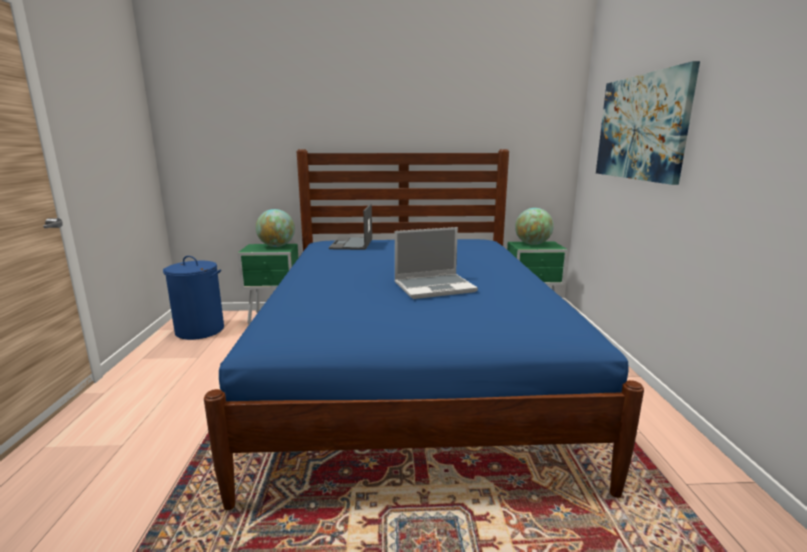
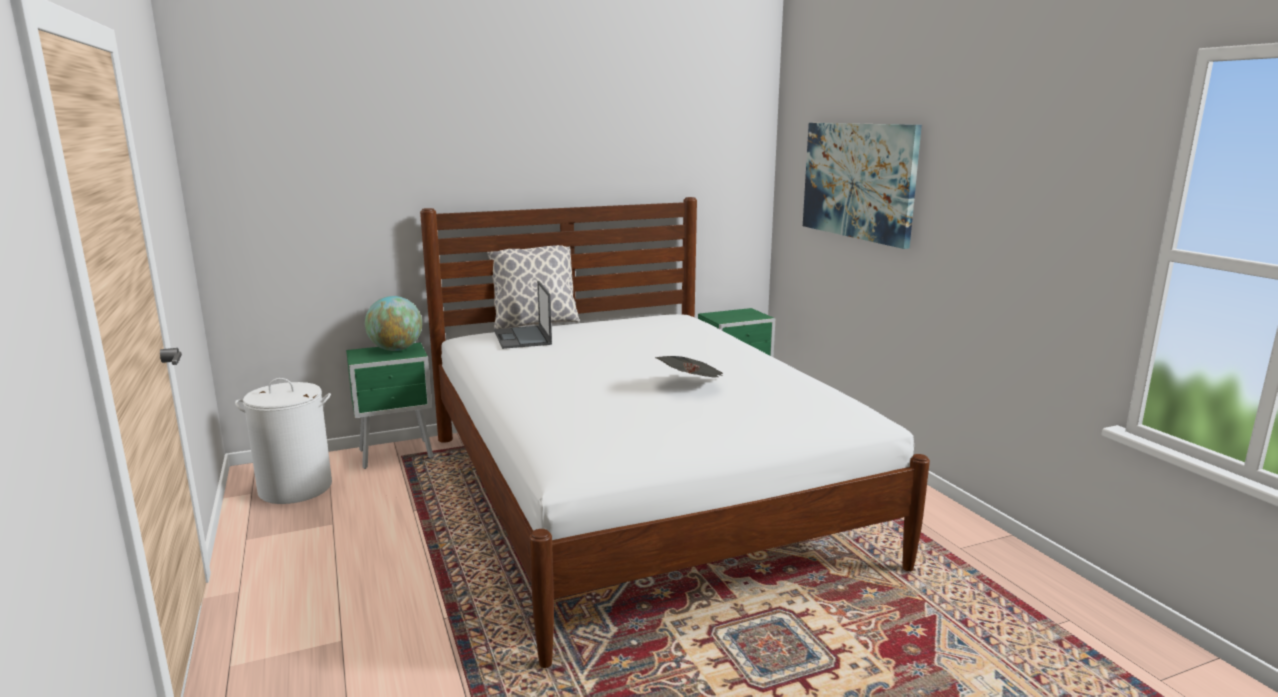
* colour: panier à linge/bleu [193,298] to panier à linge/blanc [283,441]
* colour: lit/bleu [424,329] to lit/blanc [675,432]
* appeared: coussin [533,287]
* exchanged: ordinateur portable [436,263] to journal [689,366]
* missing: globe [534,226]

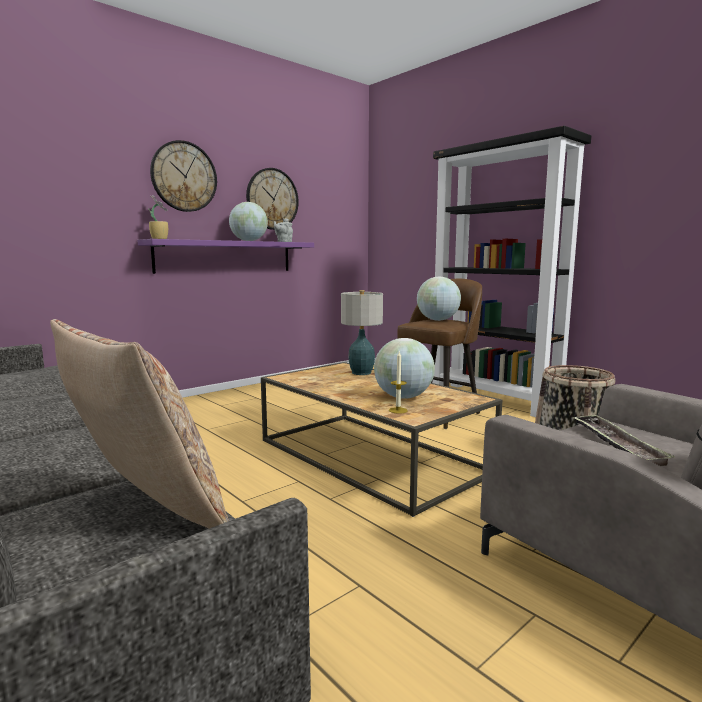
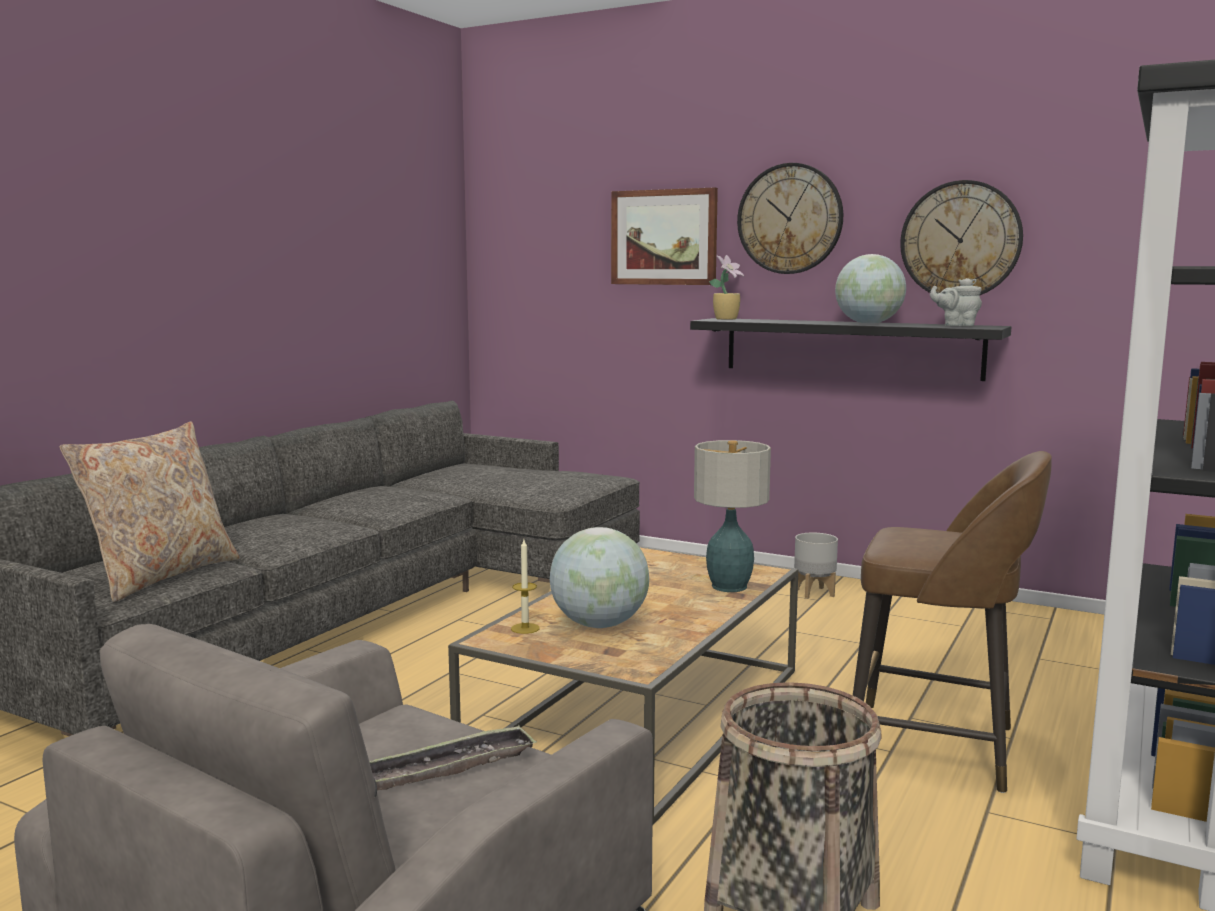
* appeared: tableau [664,236]
* colour: étagère/violet [226,256] to étagère/noir [850,349]
* appeared: cache-pot/gris [816,566]
* missing: globe [439,299]

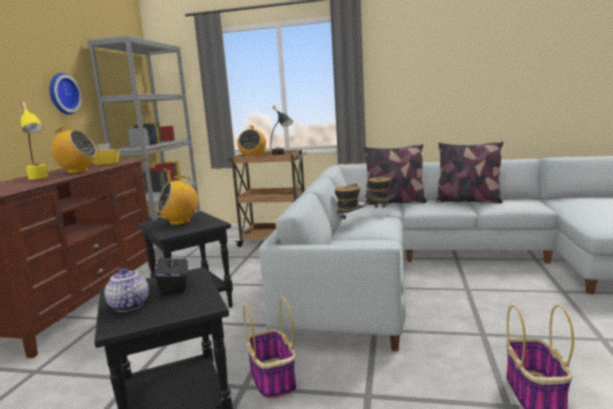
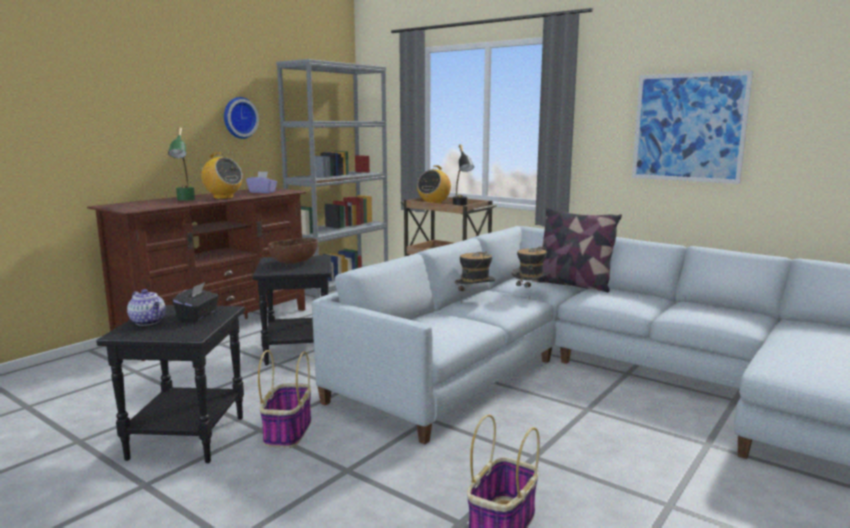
* spun: théière [126,290] = [146,307] 135 degrees clockwise
* colour: lampe de table/jaune [34,140] to lampe de table/vert [181,164]
* colour: boîte à mouchoirs/jaune [106,154] to boîte à mouchoirs/violet [261,182]
* exchanged: radio [177,200] to bol/marron [293,251]
* appeared: tableau [692,127]
* missing: coussin [469,172]

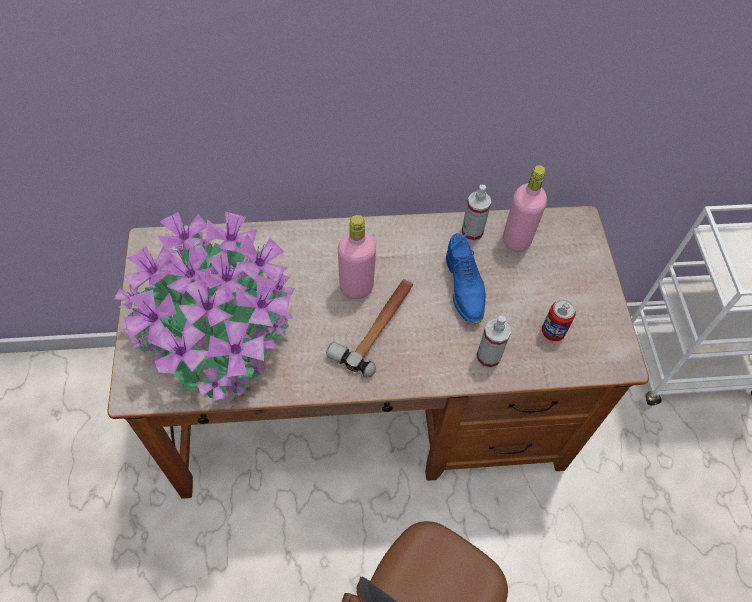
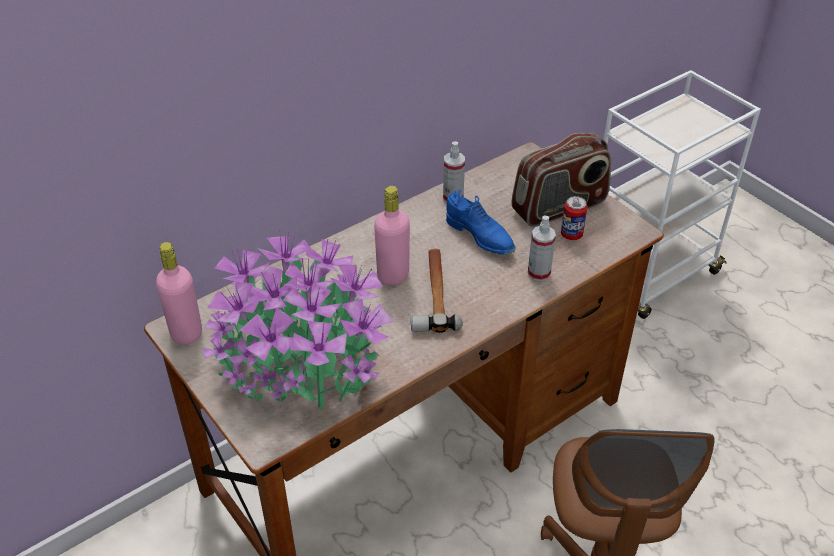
* relocated: bouteille/rose [525,208] to [179,293]
* appeared: radio [561,180]

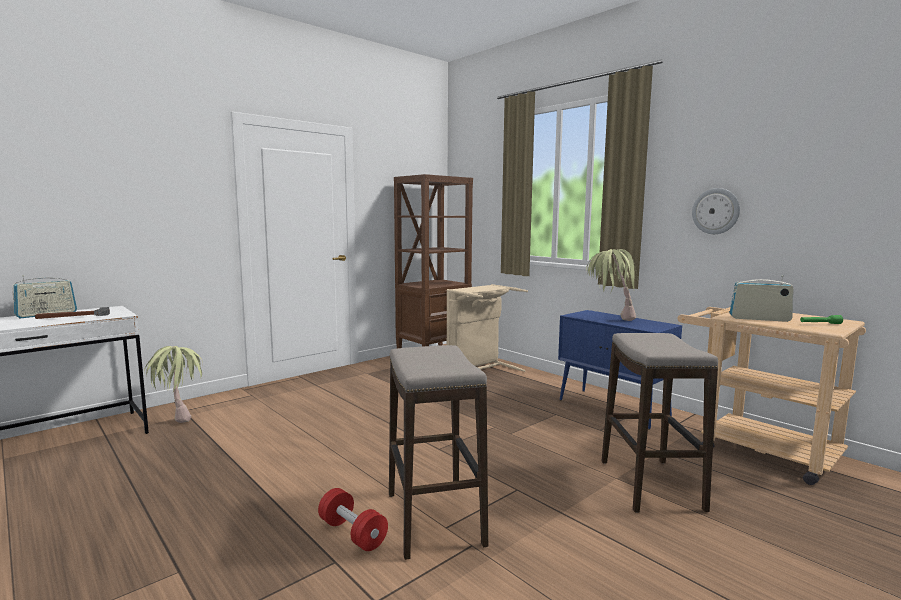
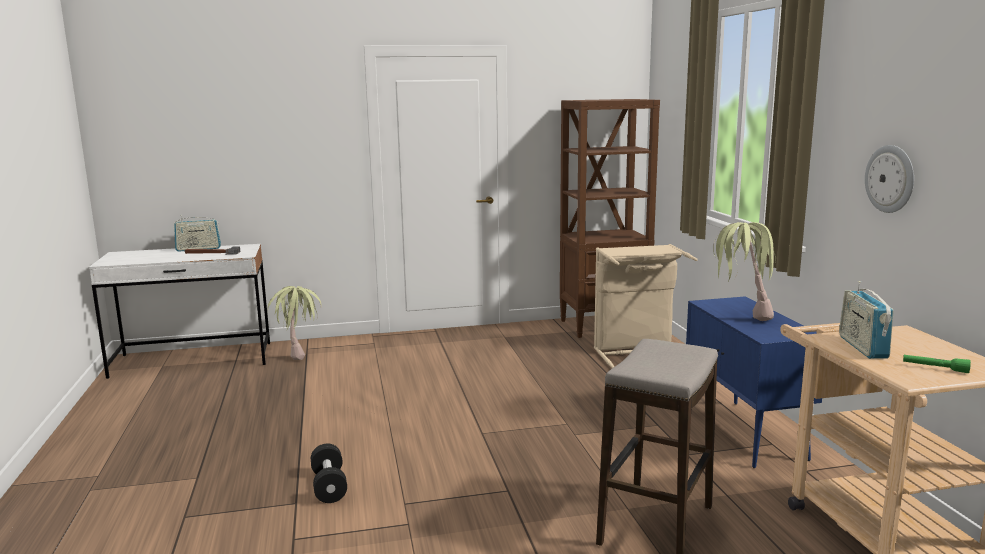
* colour: haltère/rouge [353,519] to haltère/noir [329,473]
* spun: radio [761,299] = [866,320] 135 degrees counterclockwise
* missing: tabouret [438,452]

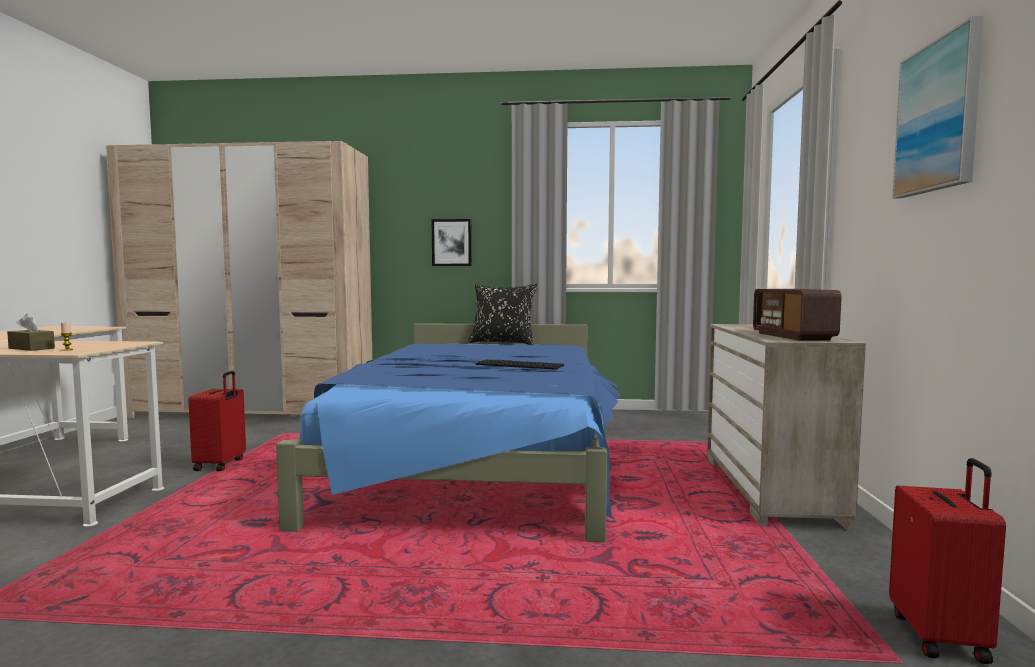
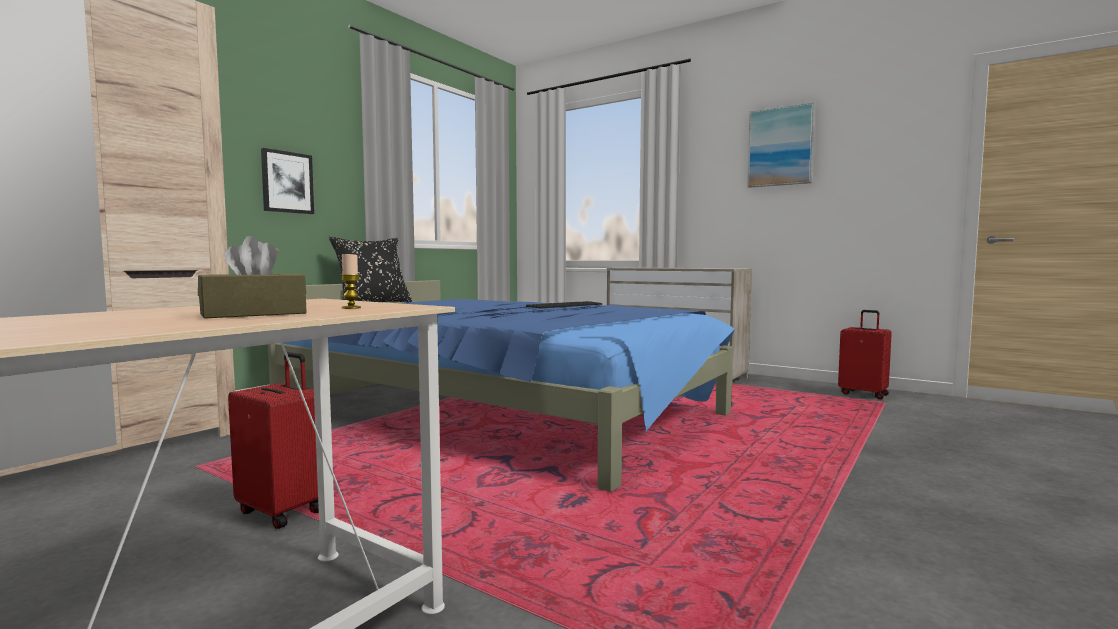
* missing: radio [797,314]

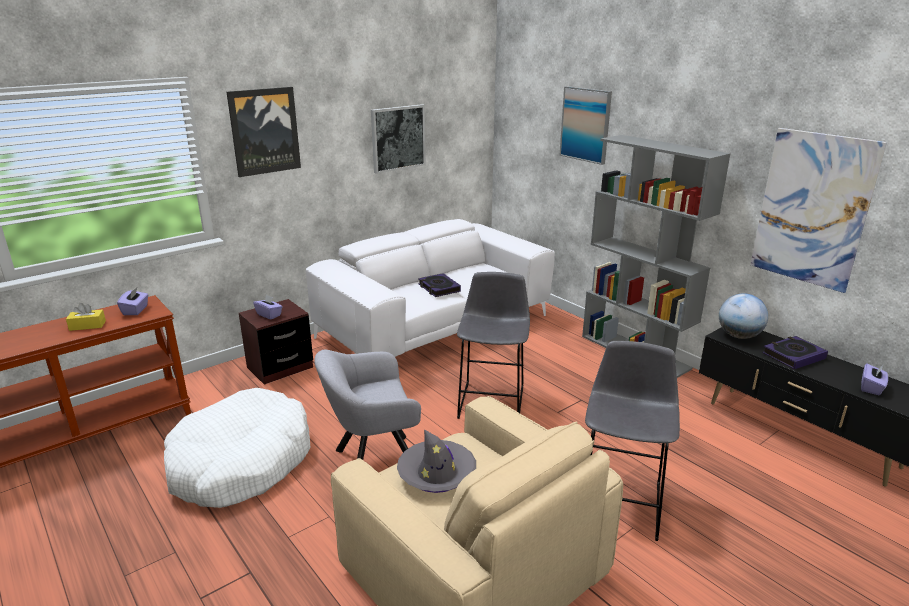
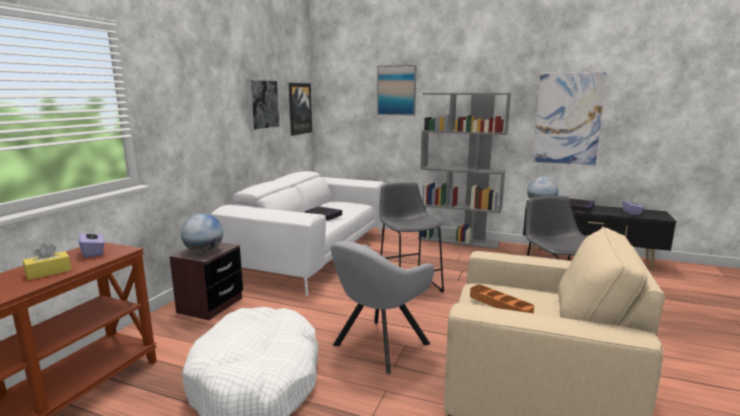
* exchanged: boîte à mouchoirs/violet [268,307] to globe [202,233]
* relocated: tableau [264,132] to [300,109]
* exchanged: chapeau/gris [436,461] to plateau/orange [502,299]

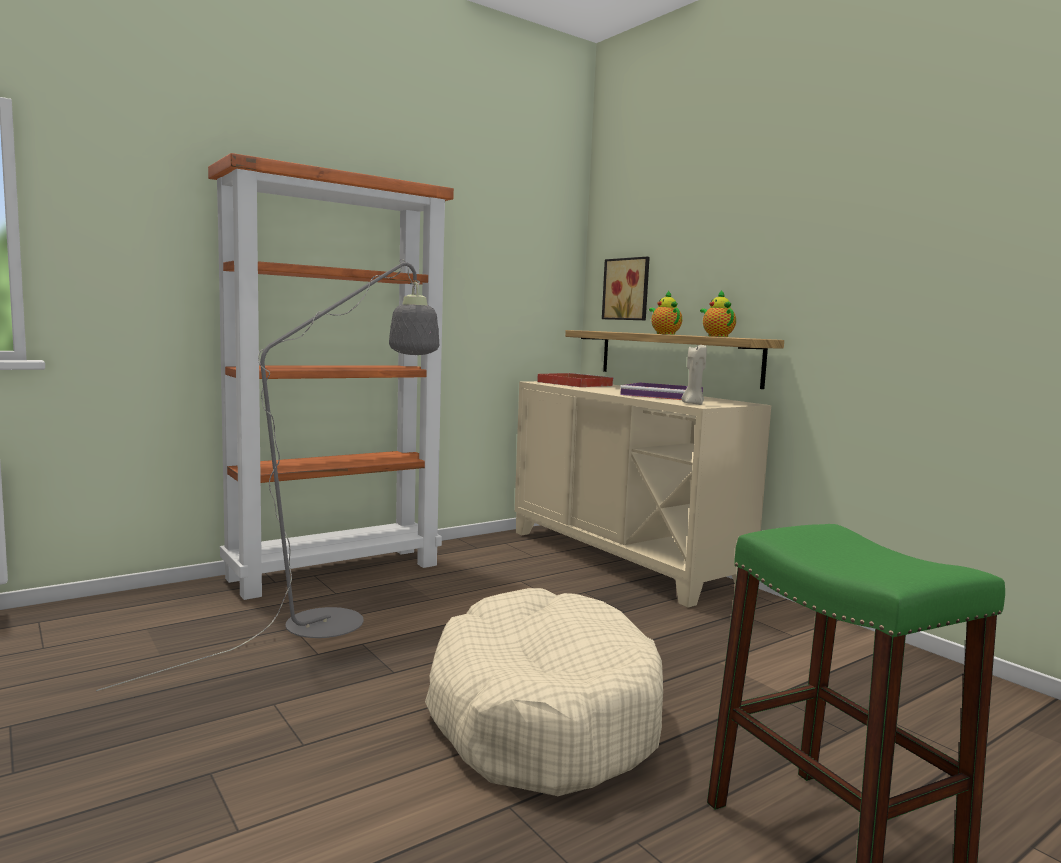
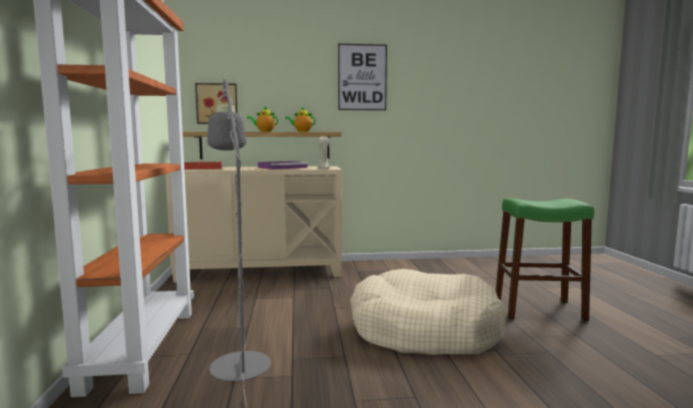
* appeared: tableau [362,77]

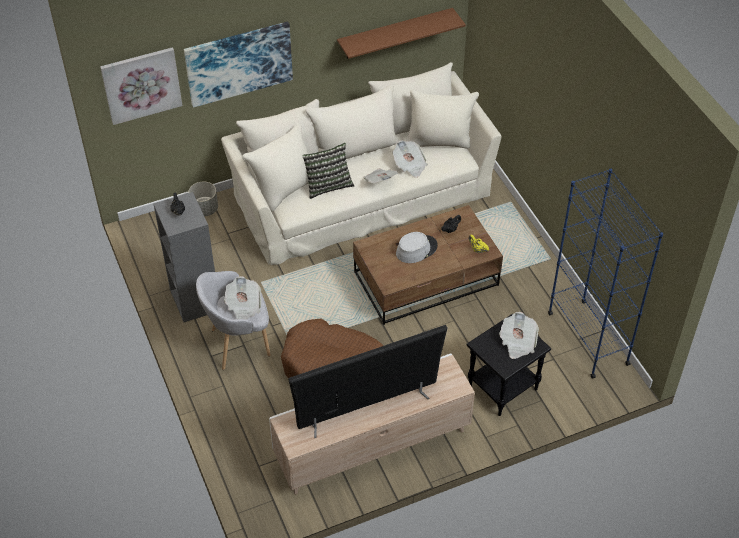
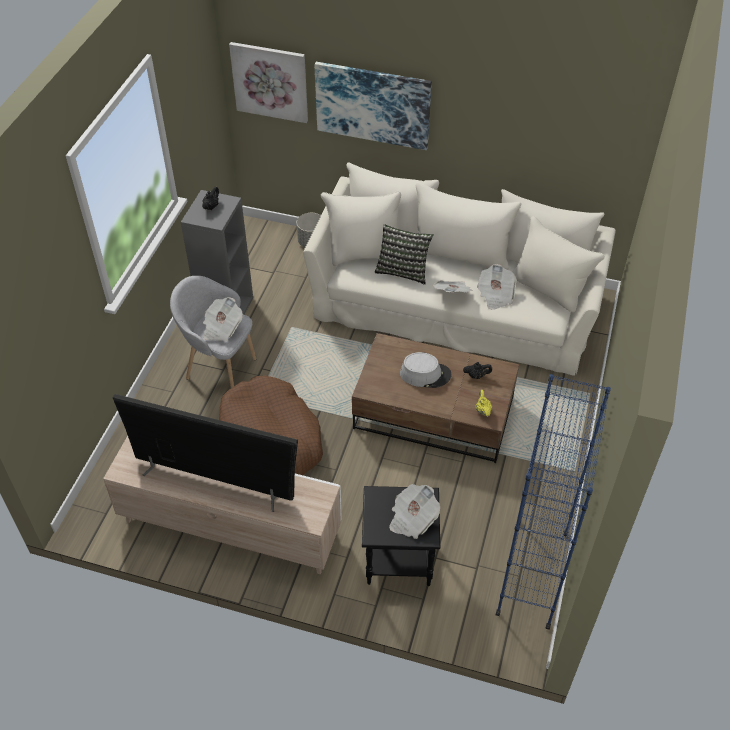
* missing: étagère/marron [401,33]

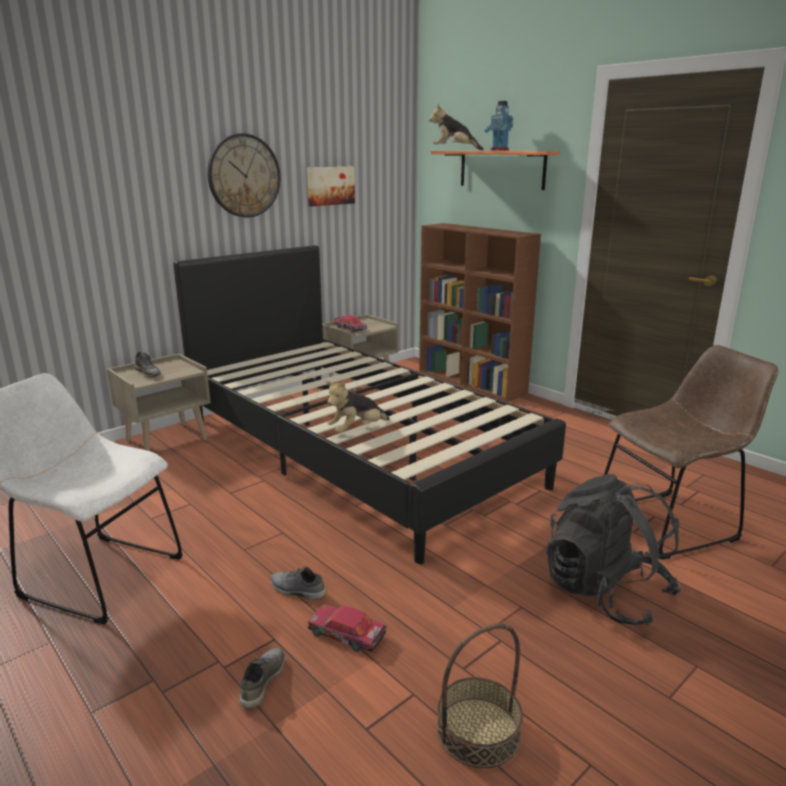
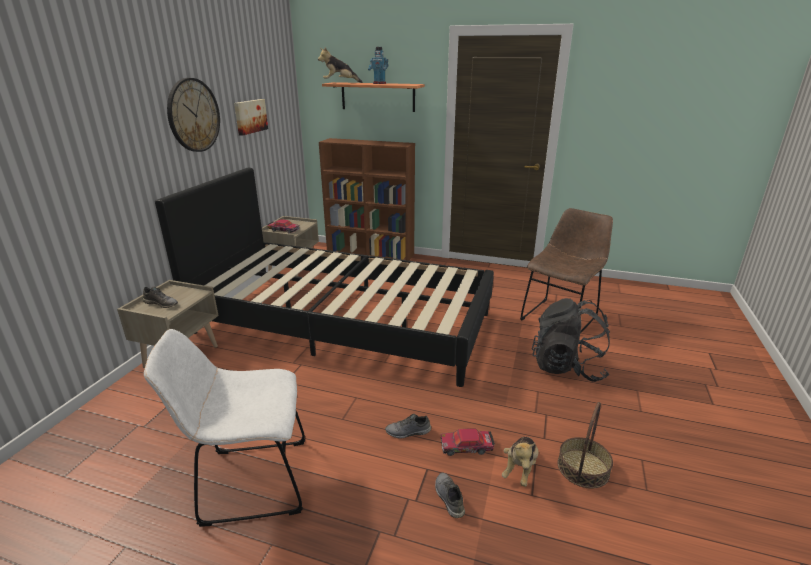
* relocated: peluche [358,407] to [520,462]

